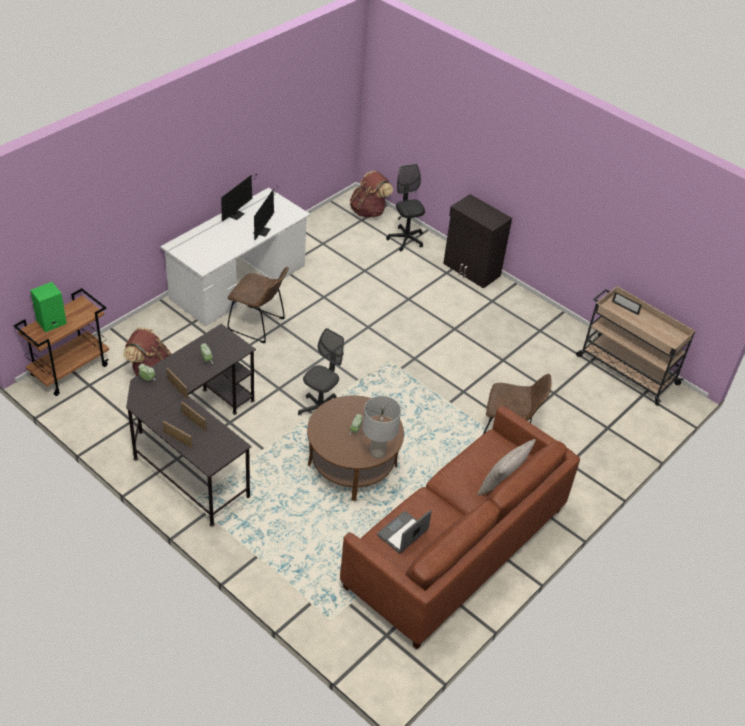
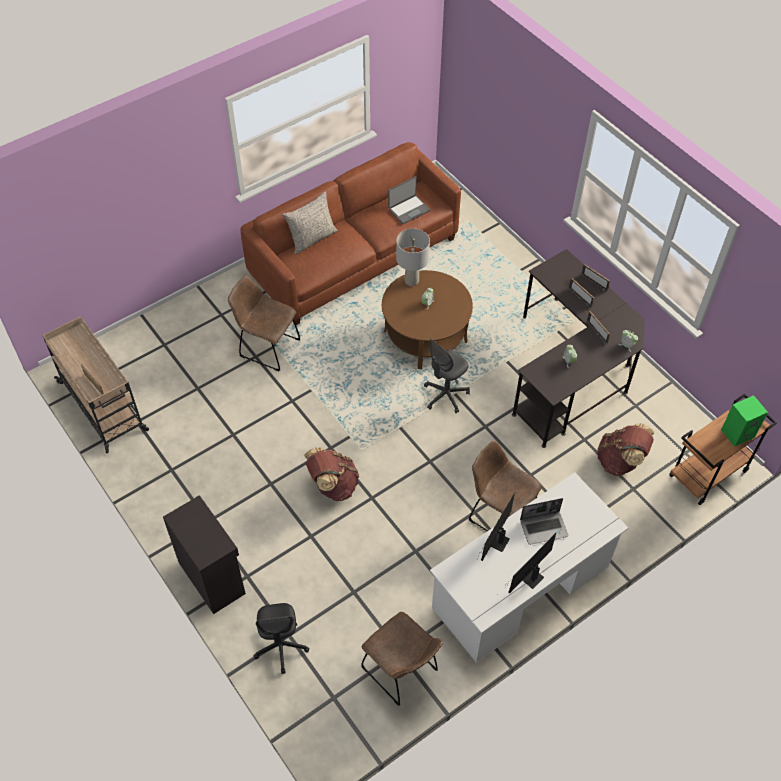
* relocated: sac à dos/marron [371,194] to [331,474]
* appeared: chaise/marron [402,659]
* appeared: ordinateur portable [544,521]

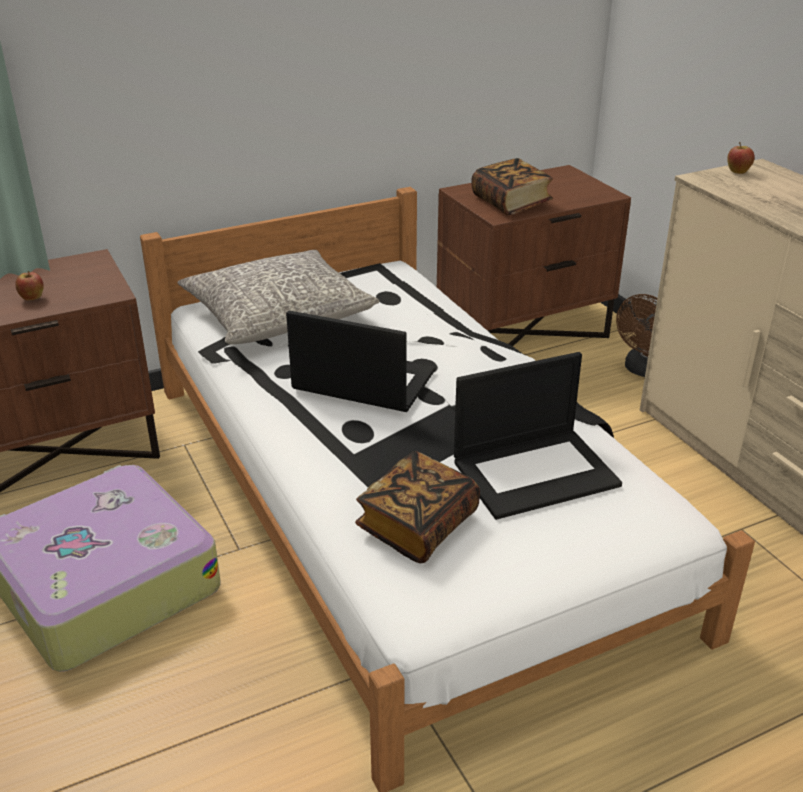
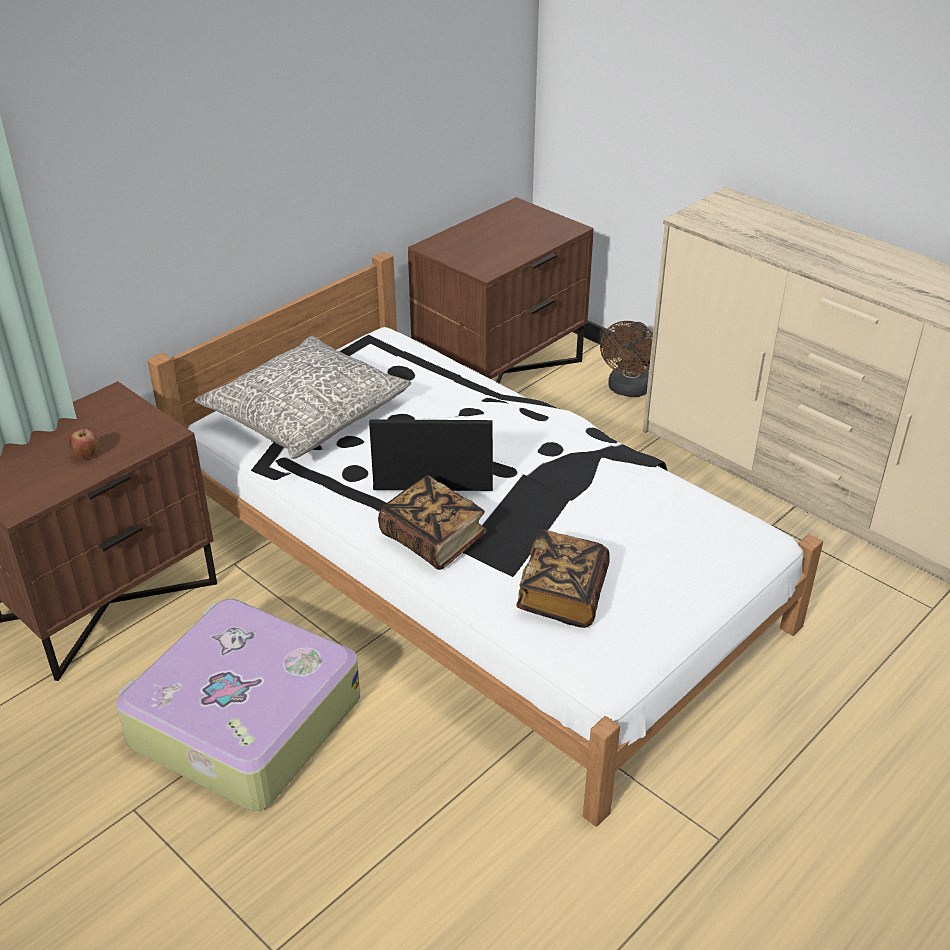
* relocated: livre [512,186] to [432,522]
* missing: ordinateur portable [538,436]
* missing: pomme [741,158]

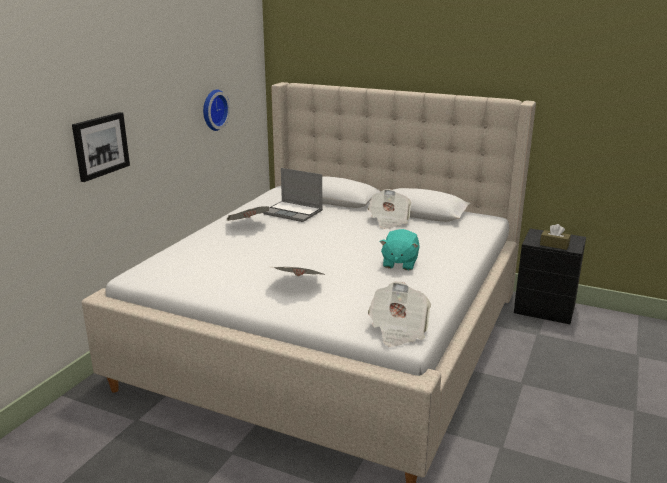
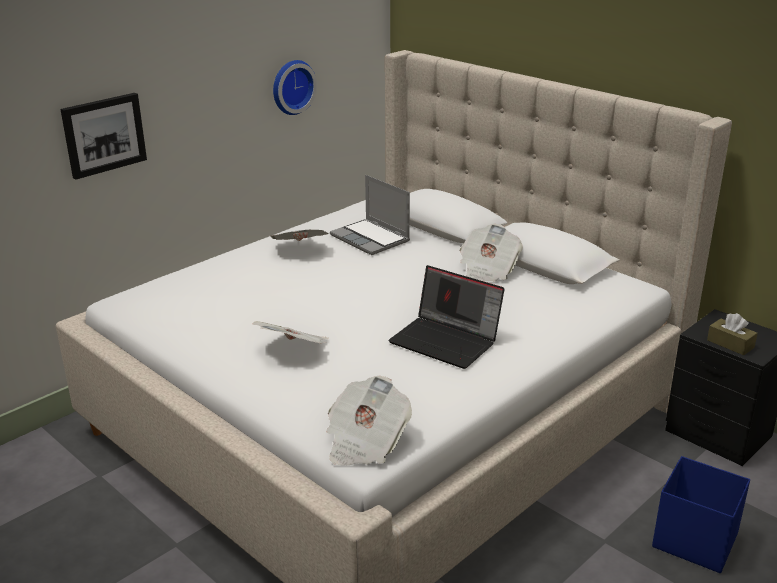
* exchanged: peluche/turquoise [399,249] to ordinateur portable [446,317]
* appeared: boîte de rangement/bleu [701,514]

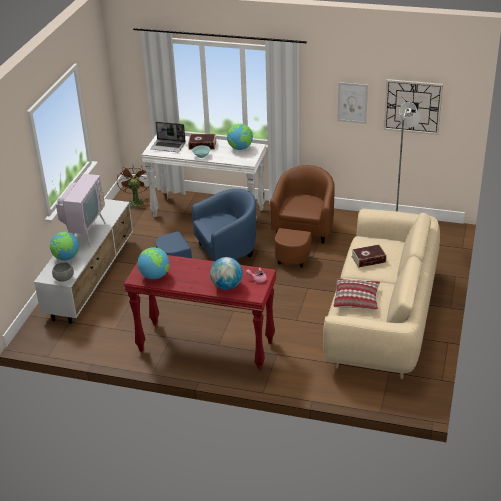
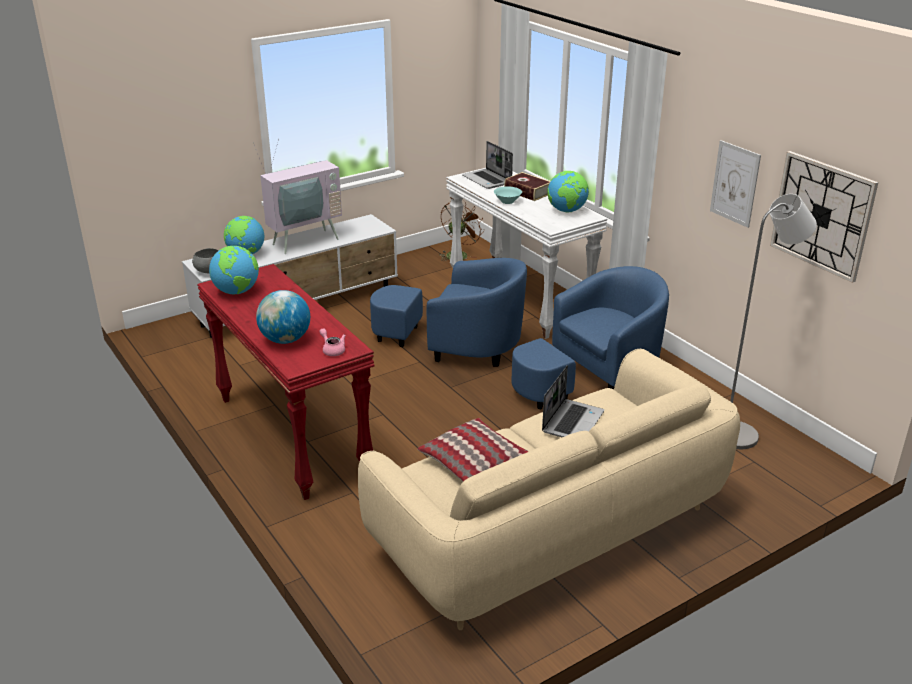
* colour: fauteuil/marron [302,216] to fauteuil/bleu [590,338]
* exchanged: livre [369,256] to ordinateur portable [573,401]

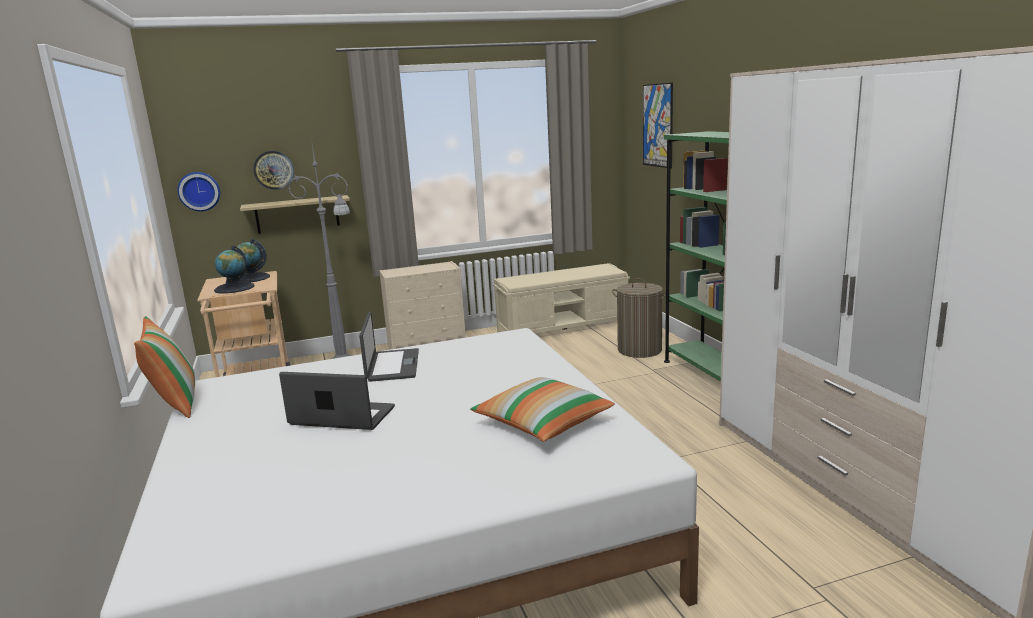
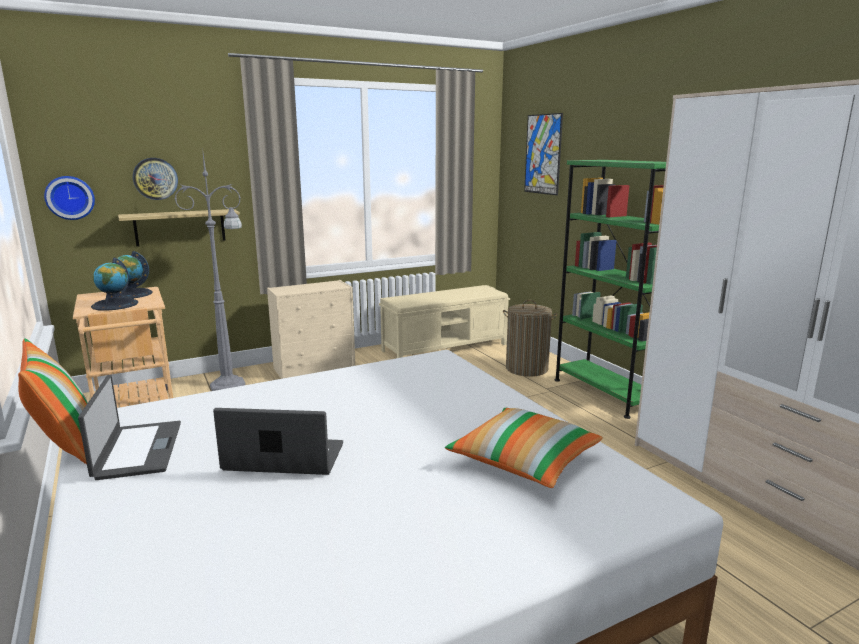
* relocated: ordinateur portable [389,346] to [129,427]

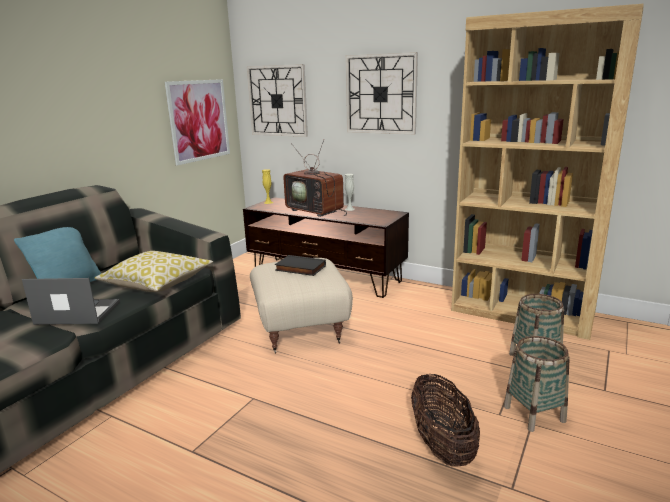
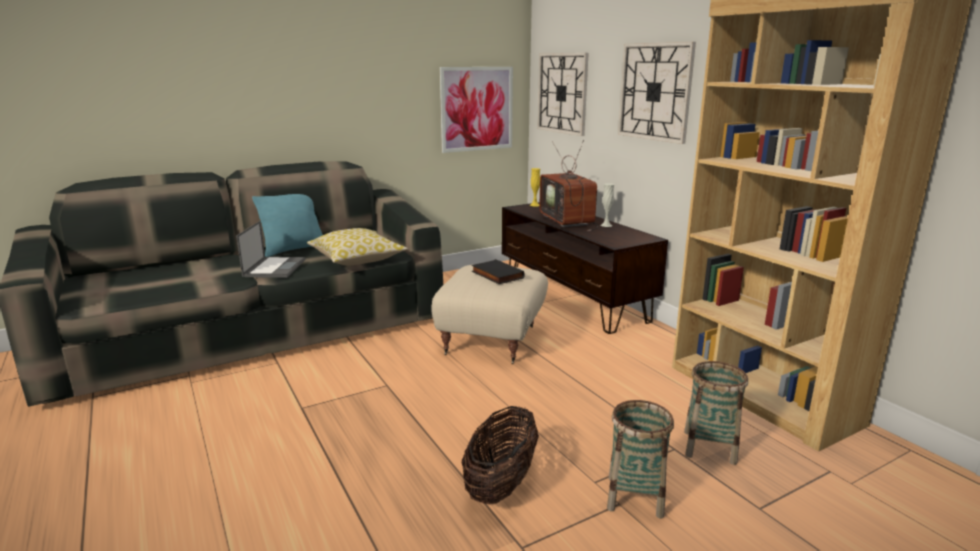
* spun: ordinateur portable [71,301] = [271,249] 60 degrees clockwise

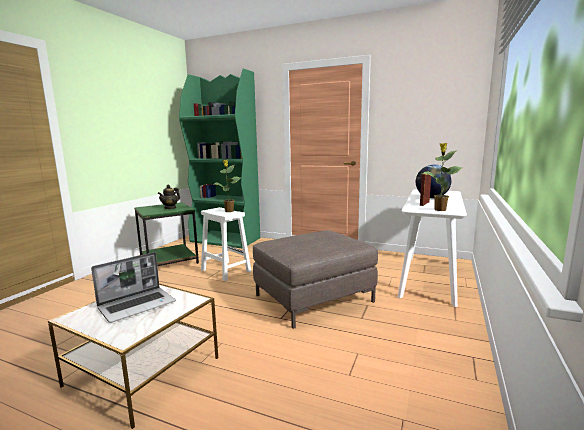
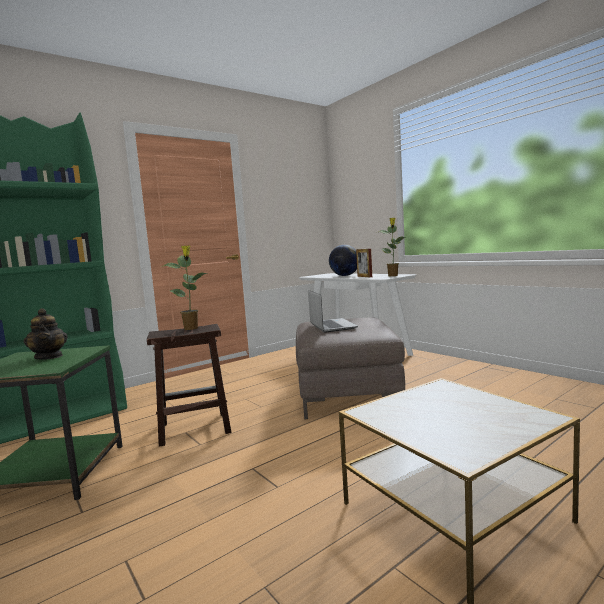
* colour: tabouret/blanc [226,244] to tabouret/marron [189,385]
* relocated: ordinateur portable [133,287] to [333,311]

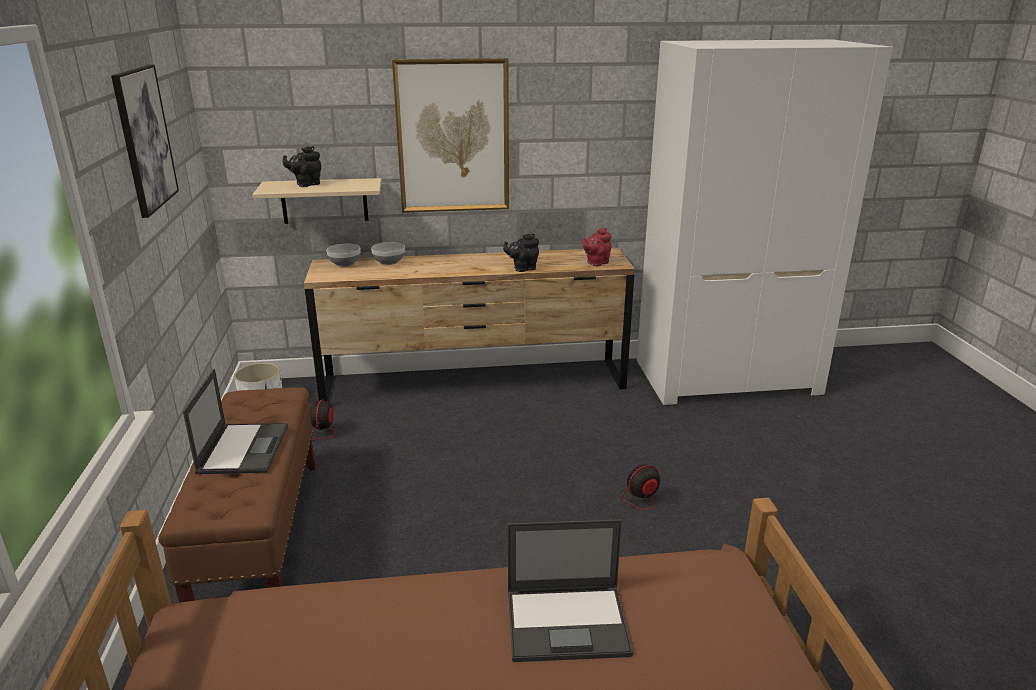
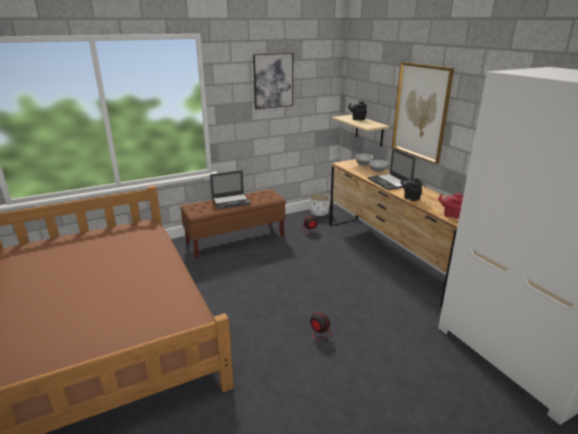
* relocated: ordinateur portable [570,590] to [392,169]

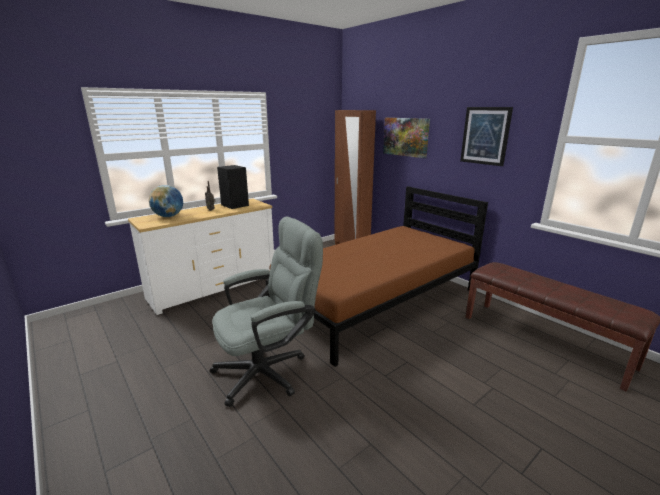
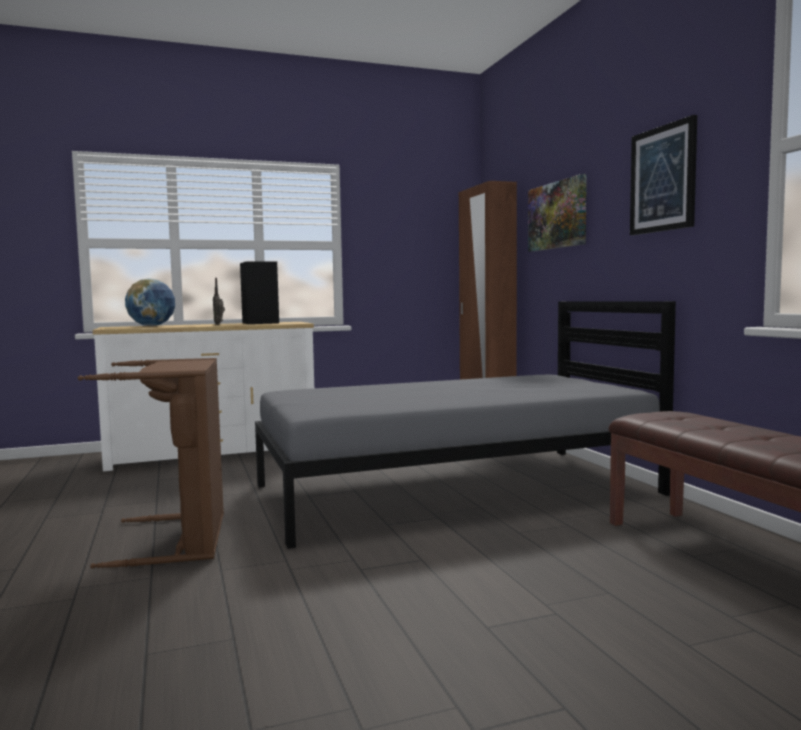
* exchanged: chaise de bureau/gris [266,311] to panier à linge/marron [151,463]
* colour: lit/marron [377,276] to lit/gris [465,425]

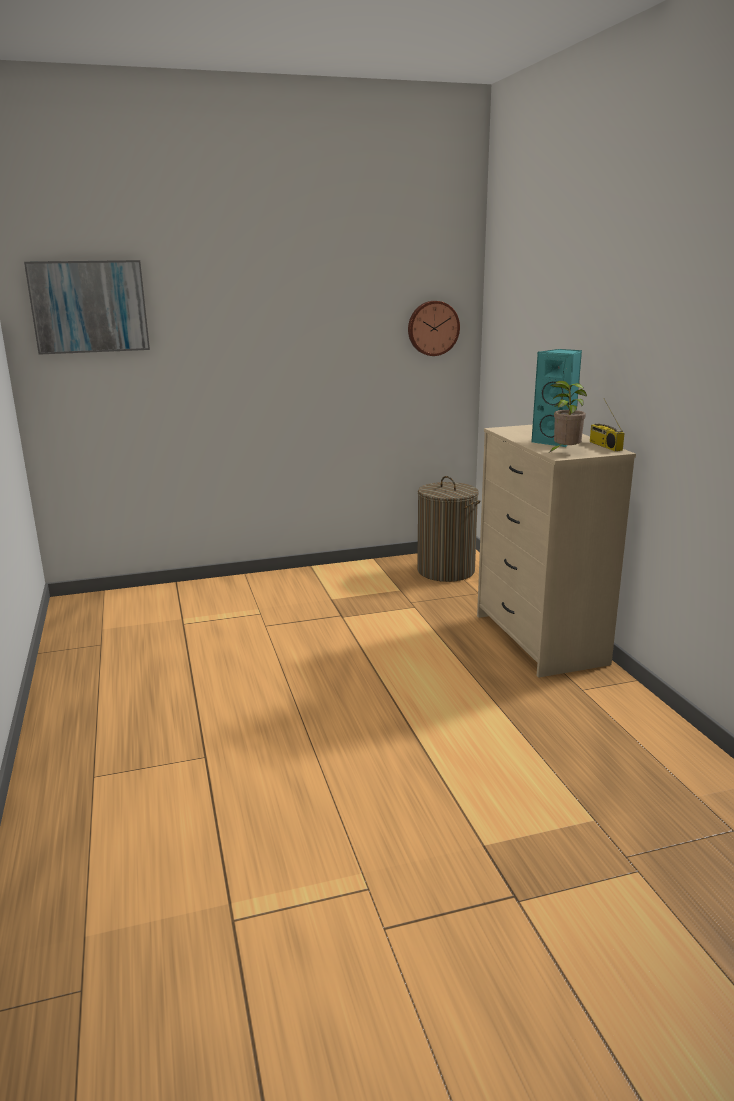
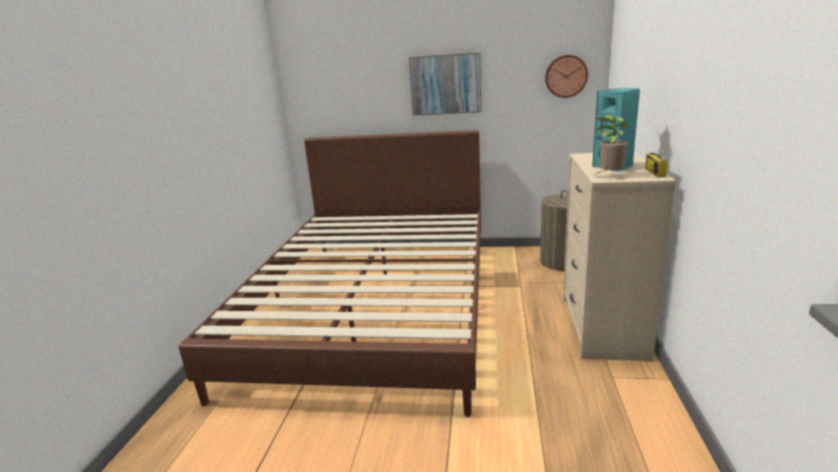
* appeared: lit/marron [330,273]
* relocated: tableau [87,307] to [445,84]

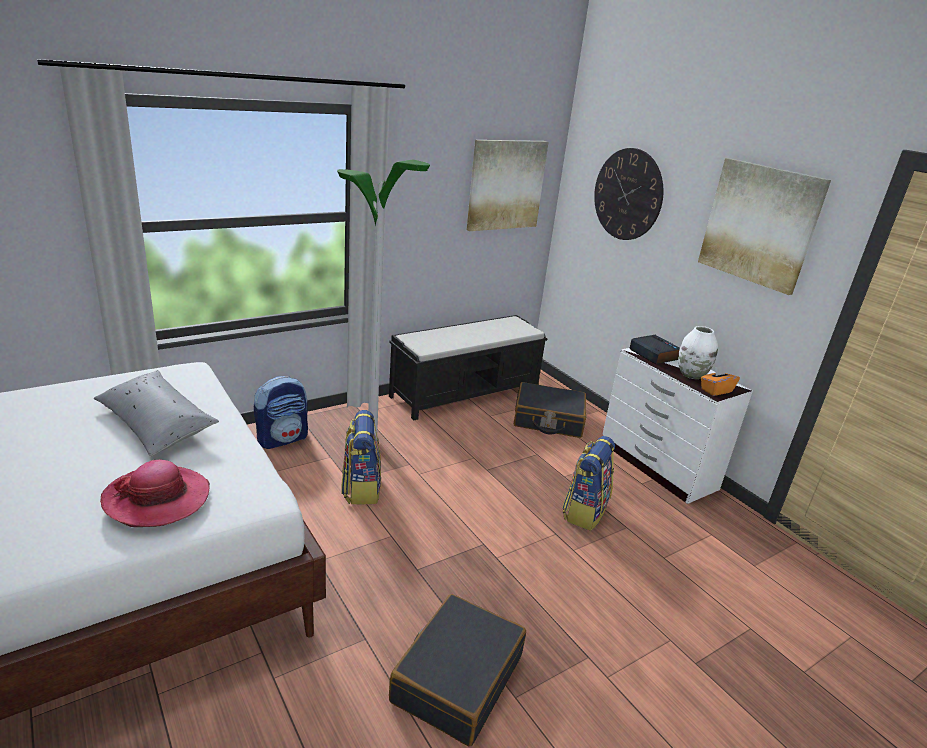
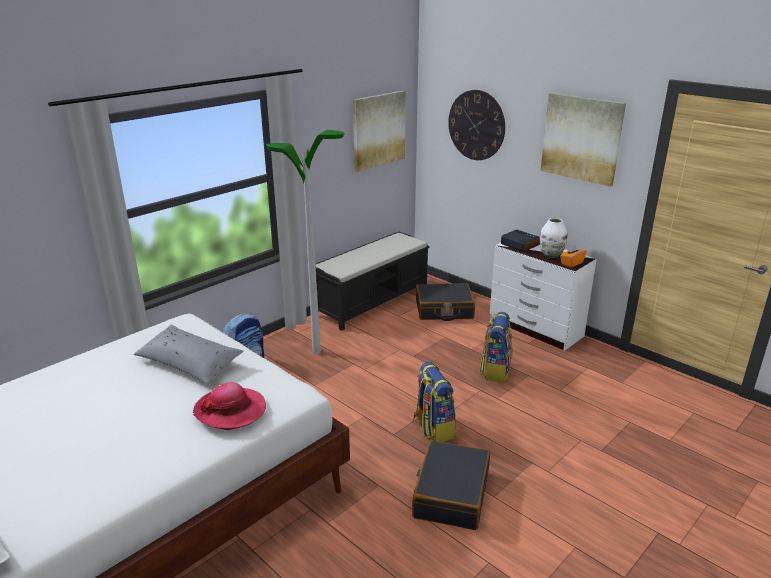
* relocated: sac à dos [361,457] to [434,402]

